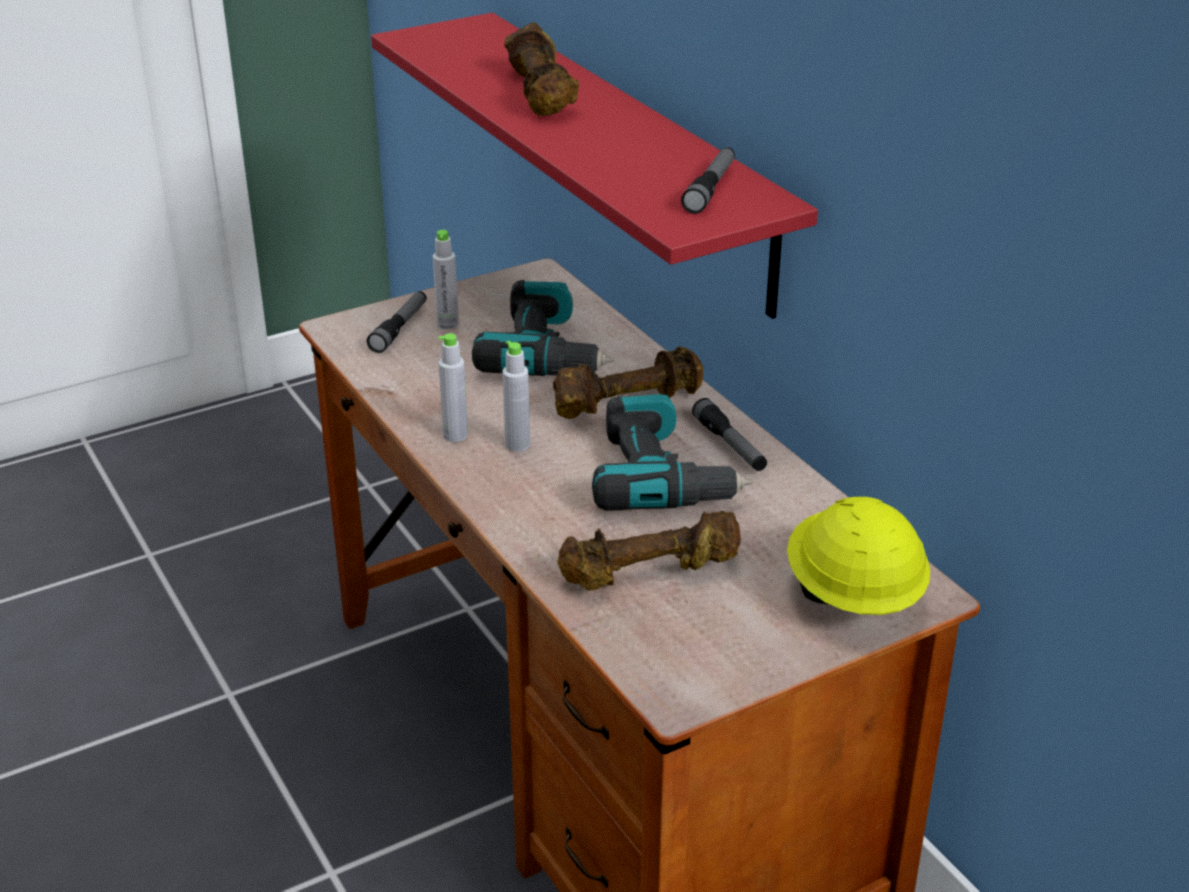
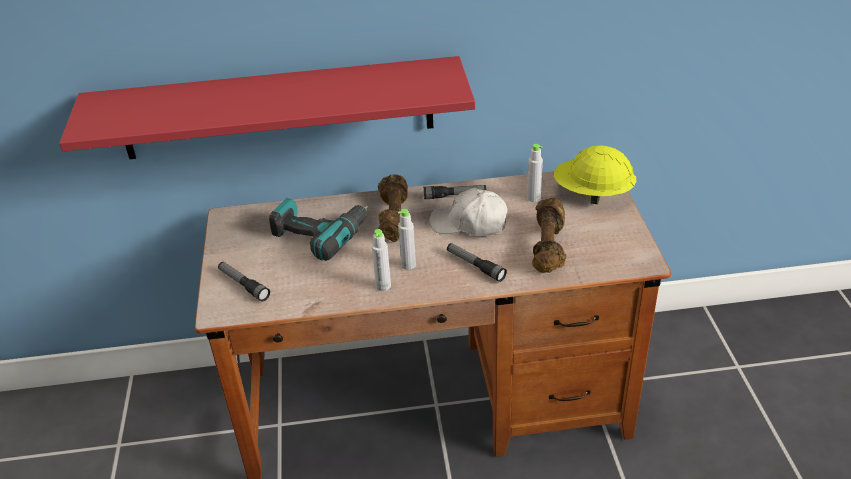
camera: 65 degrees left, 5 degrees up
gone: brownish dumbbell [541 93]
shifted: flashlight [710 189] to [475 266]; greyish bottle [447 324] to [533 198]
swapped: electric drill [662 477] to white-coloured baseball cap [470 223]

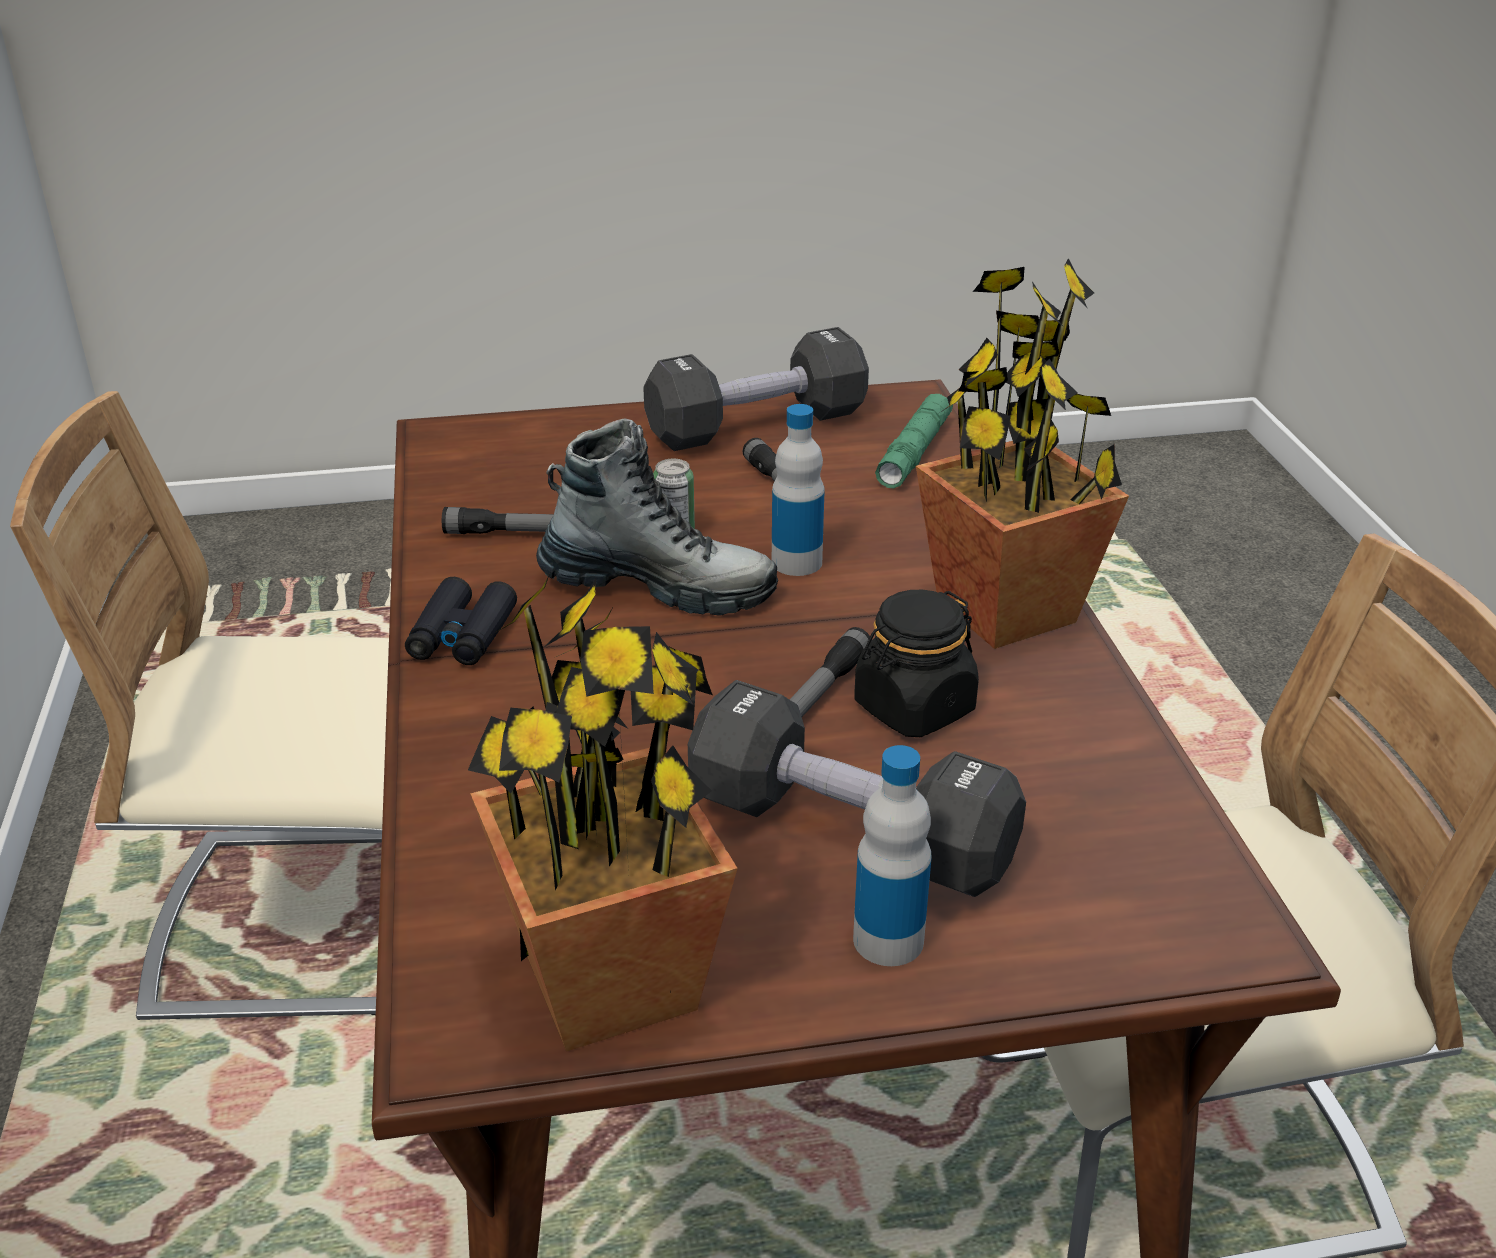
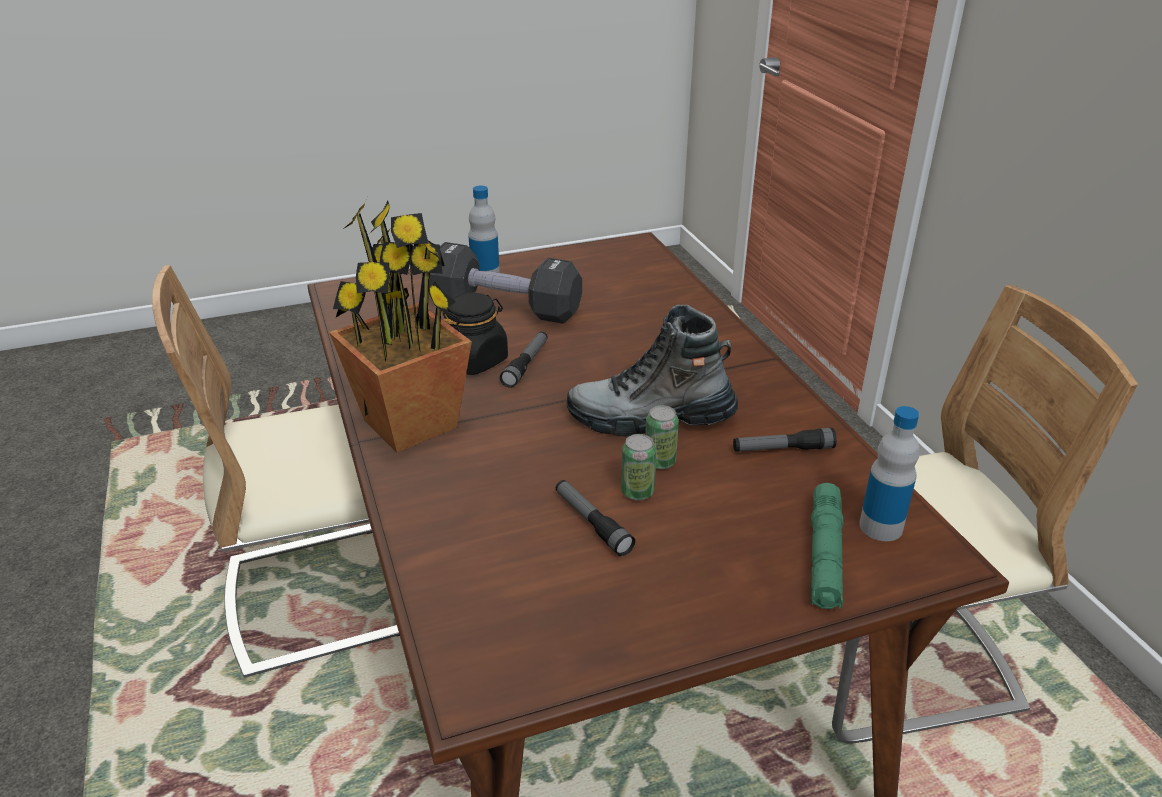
camera: 170 degrees right, 0 degrees up
gone: blackish field glasses [462 635]; plant in a pot [609 981]; blackish dumbbell [757 425]
new: can [637 492]
shifted: green flashlight [914 452] to [824 555]; bottle [796 562] to [881 527]

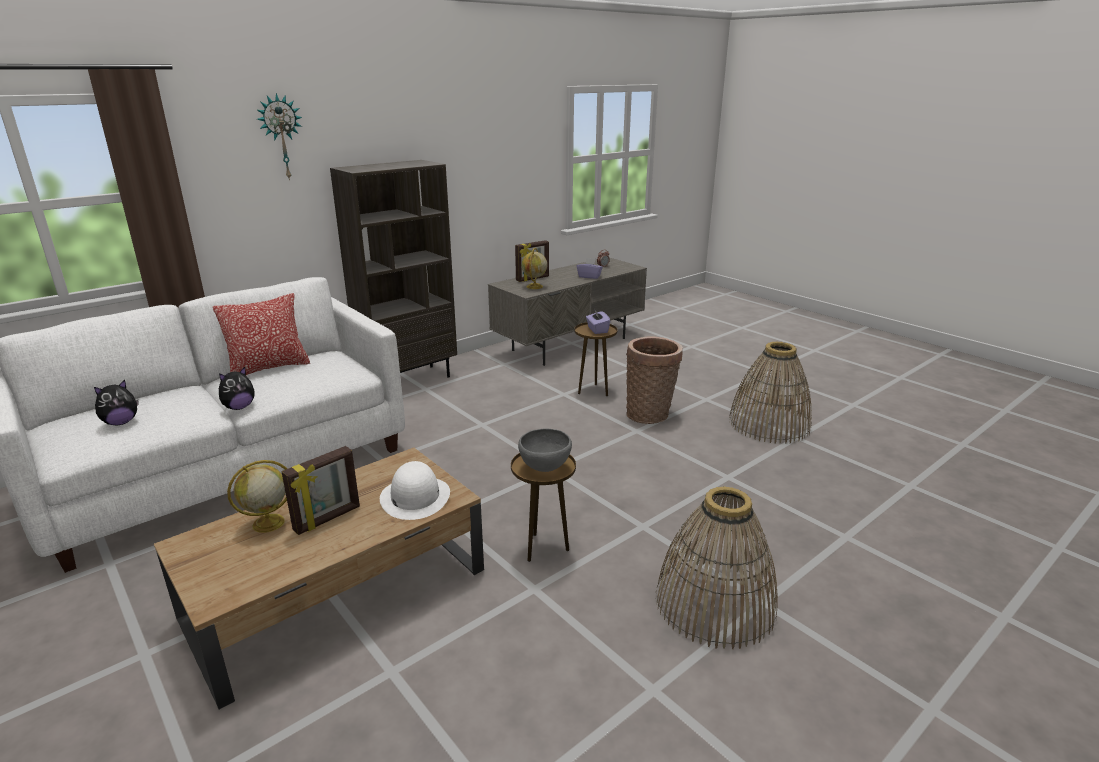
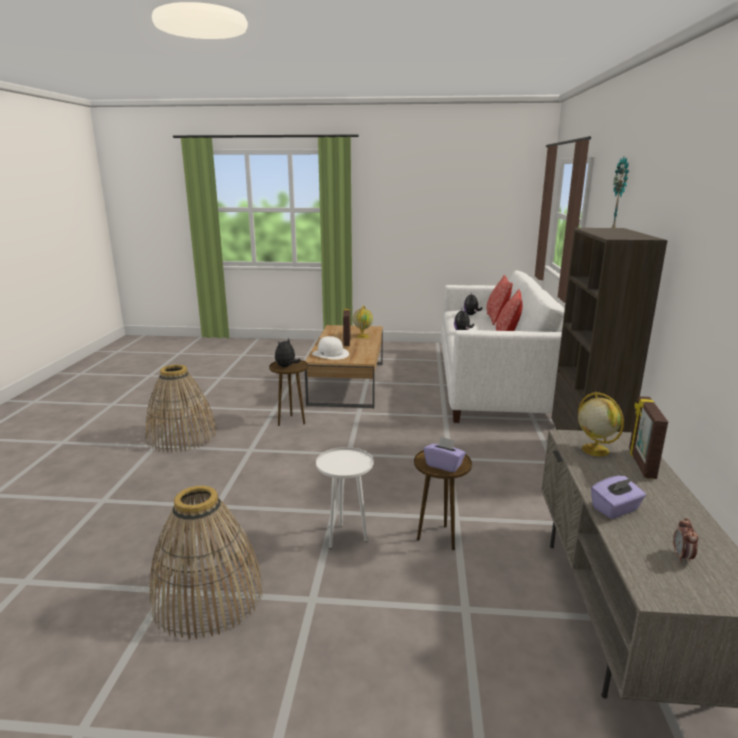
camera: 135 degrees right, 5 degrees down
new: throw pillow [496 319]
swapped: greyish serving bowl [545 468] to plush toy [286 367]; basket [650 414] to white-coloured side table [345 538]

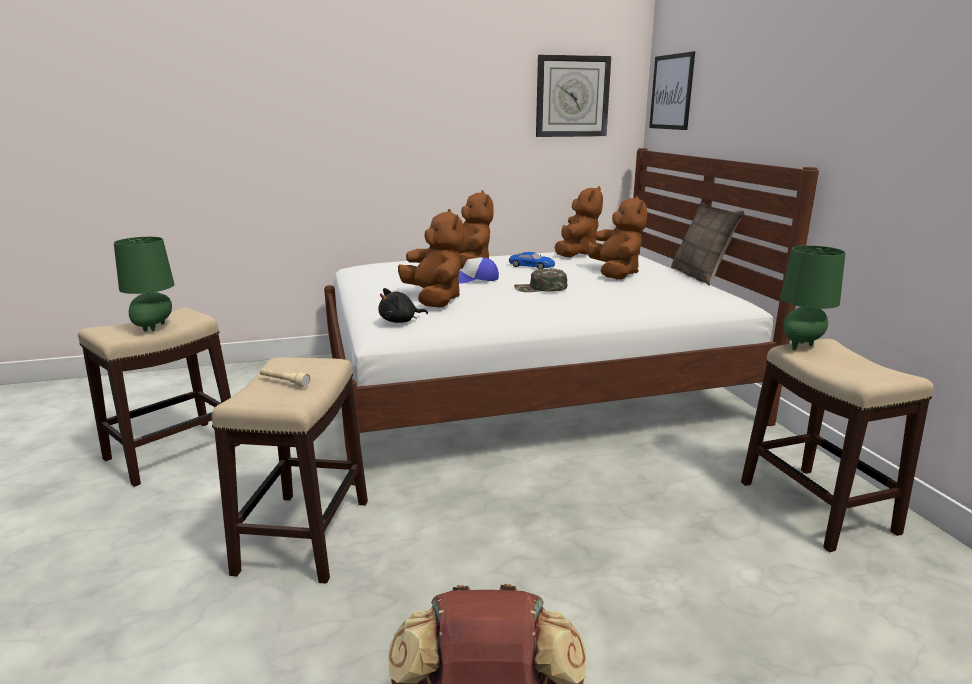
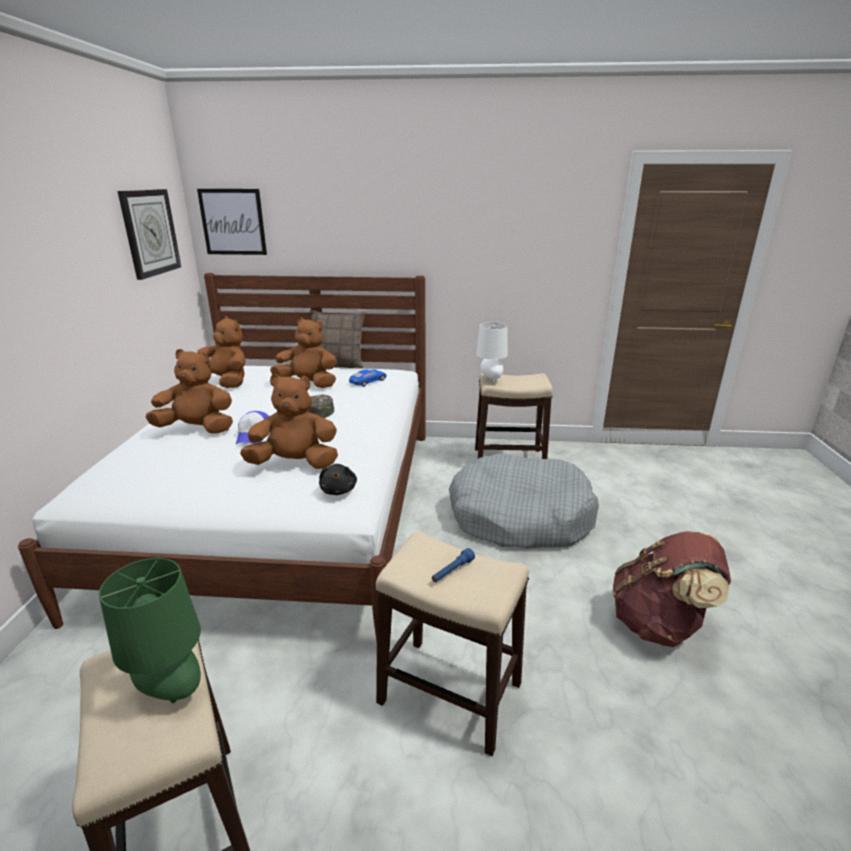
camera: 70 degrees left, 5 degrees up
new: greyish dog cushion [519 516]
shifted: blue-coloured toy car [531 266] to [368 381]
repainted: beige flashlight [284 382] to blue-coloured flashlight [452 571]; green tabletop lamp [801 345] to white-coloured tabletop lamp [490 380]

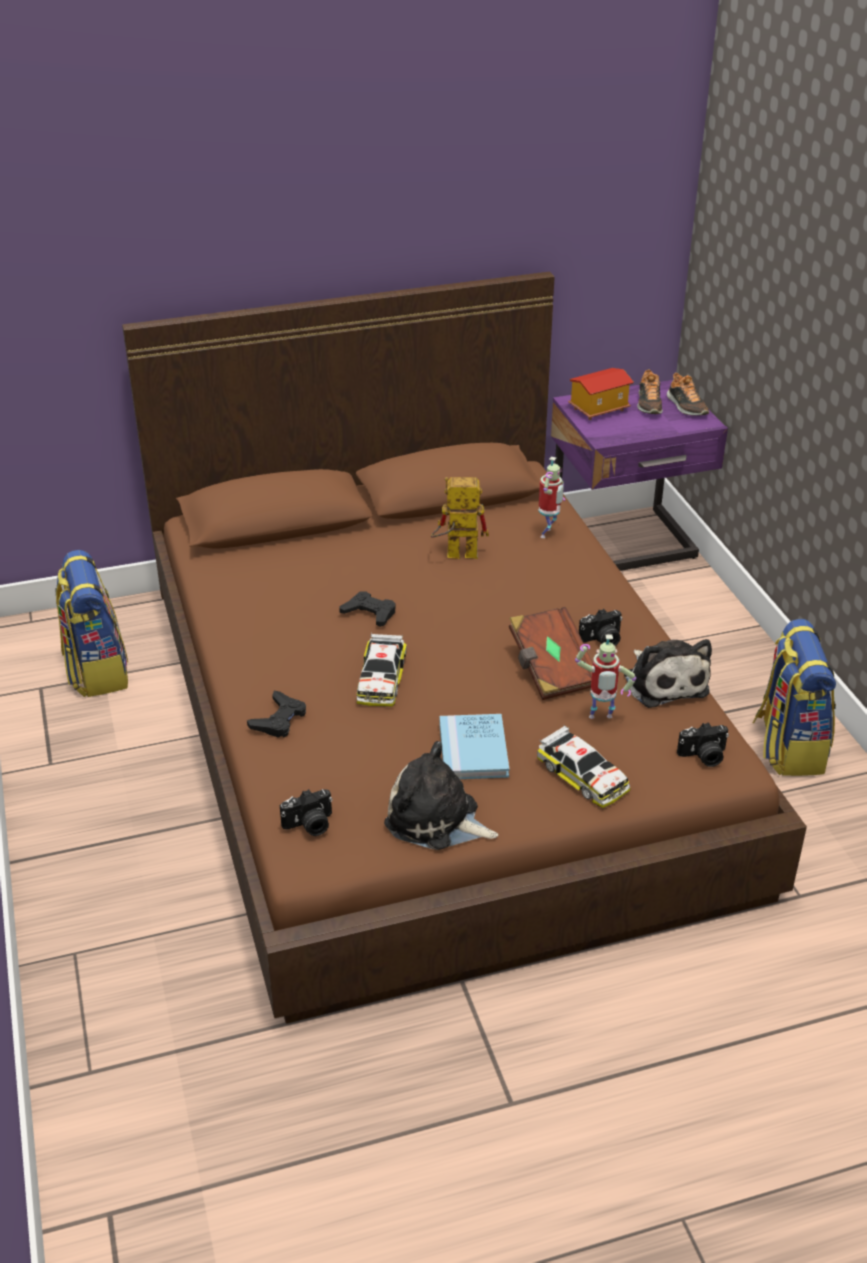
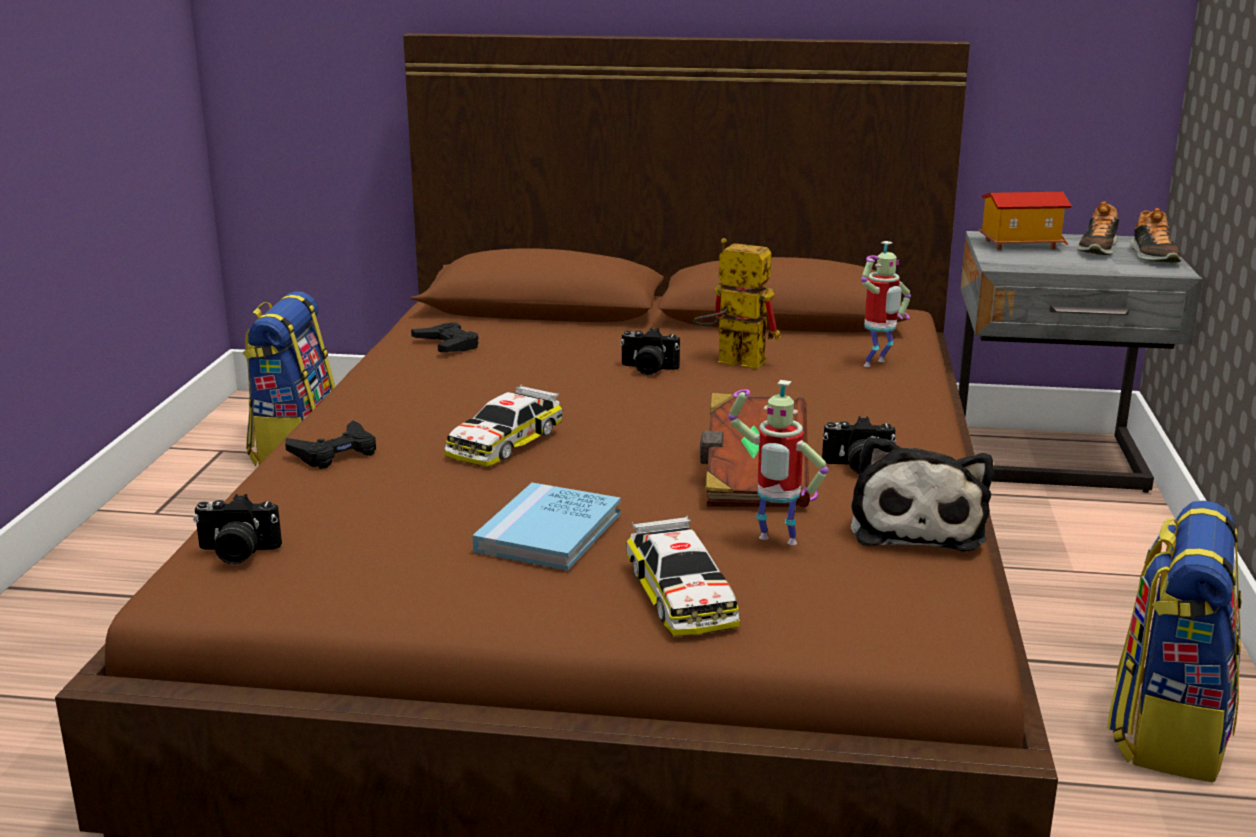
camera: 25 degrees right, 15 degrees down
gone: plush toy [436 820]
shifted: blackish game controller [369 613] to [447 345]; photo camera [703 756] to [648 369]
repainted: purplish night table [626 546] to greyish night table [1050 463]

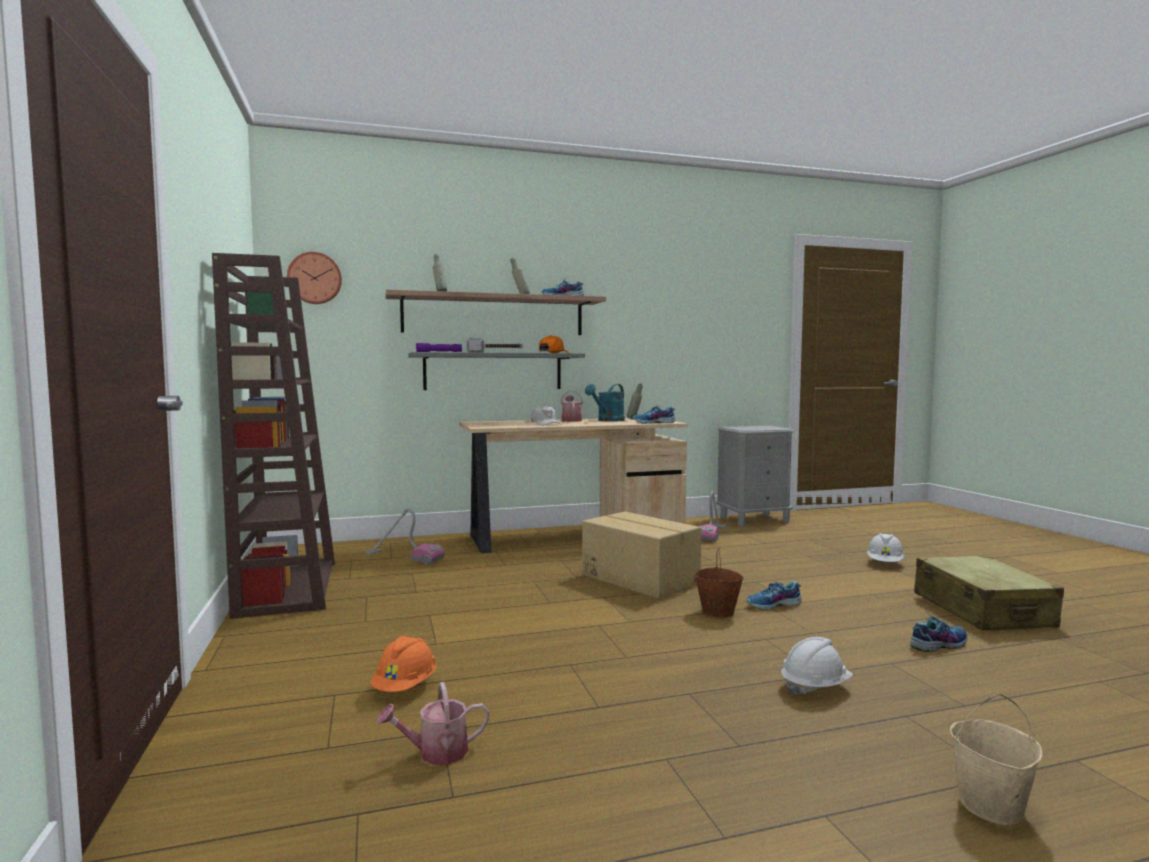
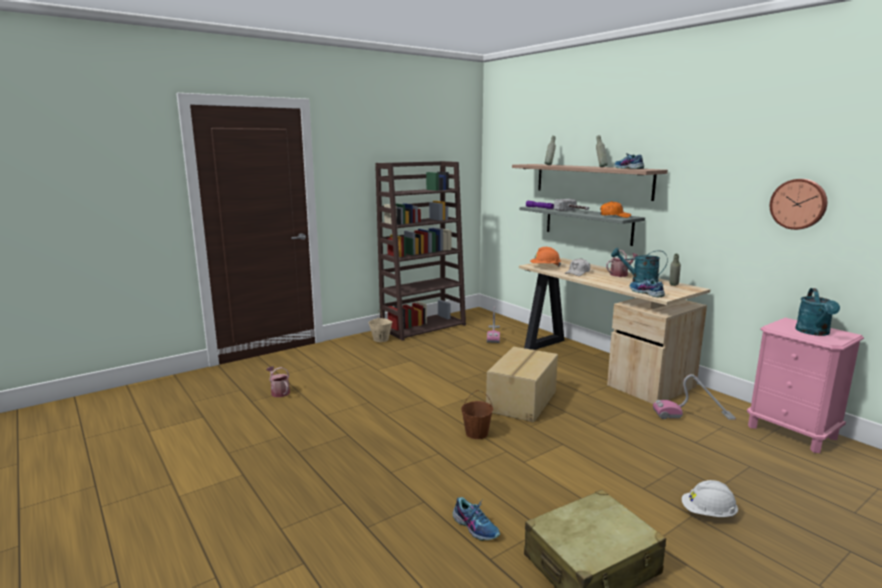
camera: 70 degrees right, 10 degrees up
gone: item of footwear [774 605]; white-coloured hard hat [815 687]
new: blue-green watering pot [814 332]
shifted: beige water bucket [991 807] to [380 339]; orangey hard hat [405 687] to [545 267]; wall clock [314 278] to [798 204]
repainted: greyish night table [754 519] to pink-coloured night table [792 432]

